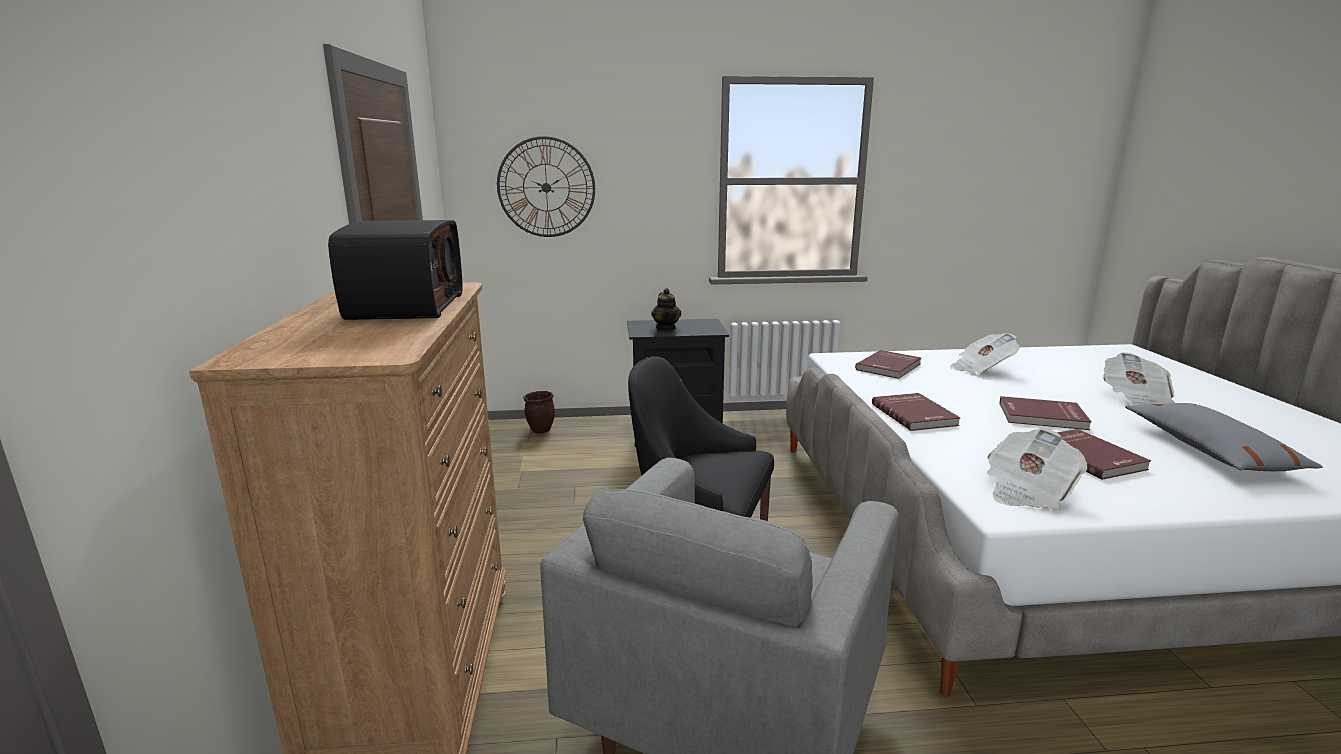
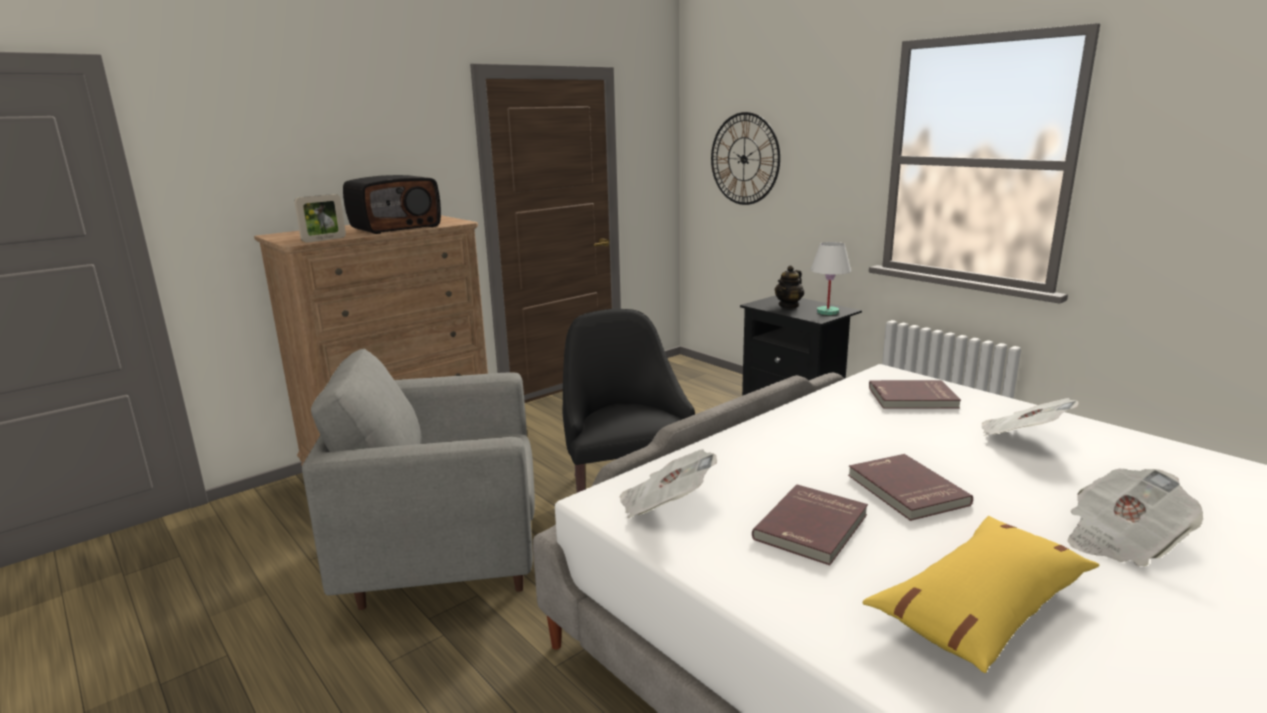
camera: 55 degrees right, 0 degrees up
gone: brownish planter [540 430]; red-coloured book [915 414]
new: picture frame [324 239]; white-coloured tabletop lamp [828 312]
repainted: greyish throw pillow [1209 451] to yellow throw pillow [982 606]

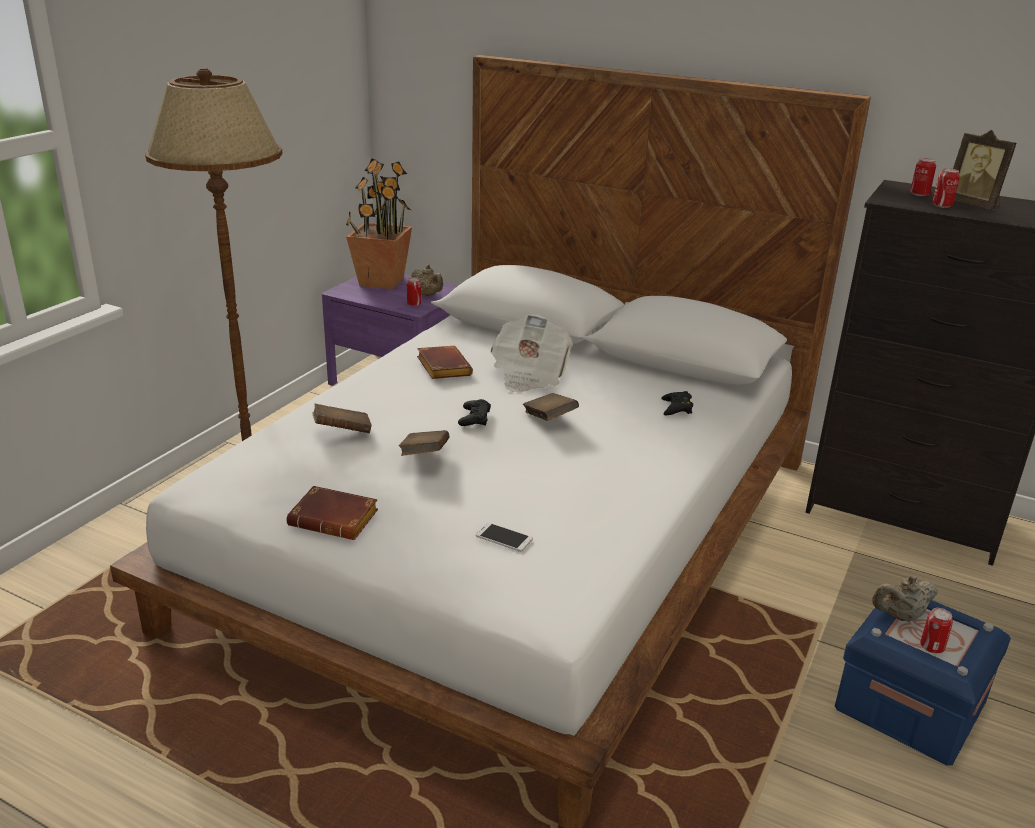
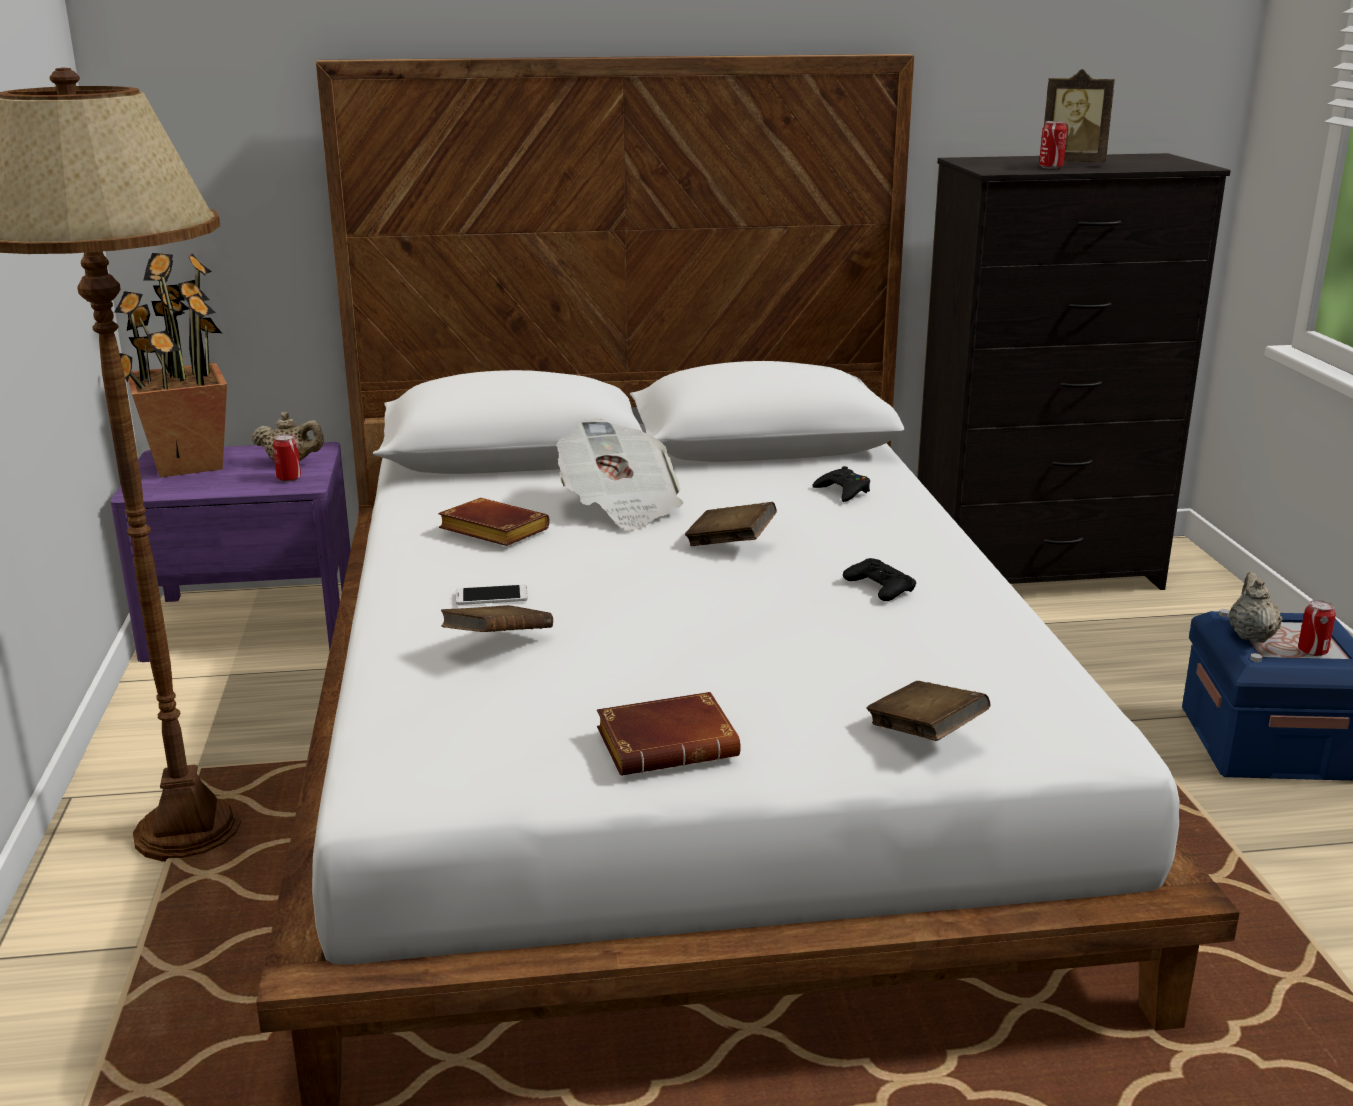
camera: 35 degrees left, 5 degrees down
gone: can [919 194]
shifted: telephone [504 538] to [491 596]; blackish game controller [474 418] to [879 587]; brownish book [424 456] to [925 734]
rotated: beige teapot [900 616] = [1250 636] 150 degrees clockwise

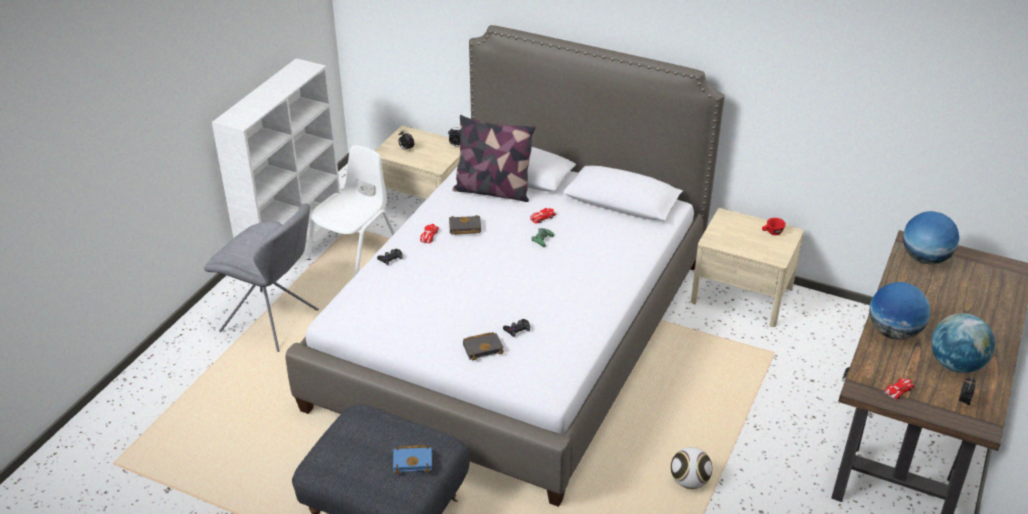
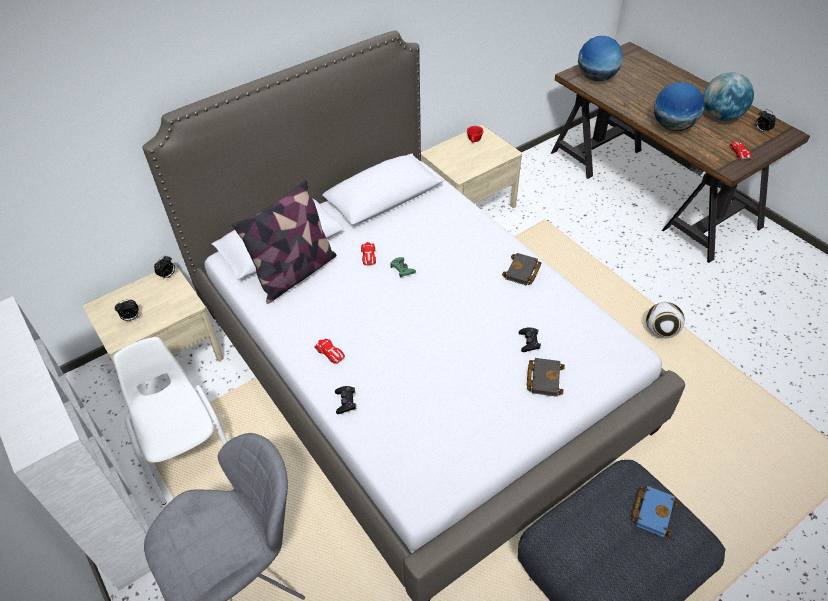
camera: 60 degrees left, 10 degrees up
shifted: blackish book [464 228] to [522 272]

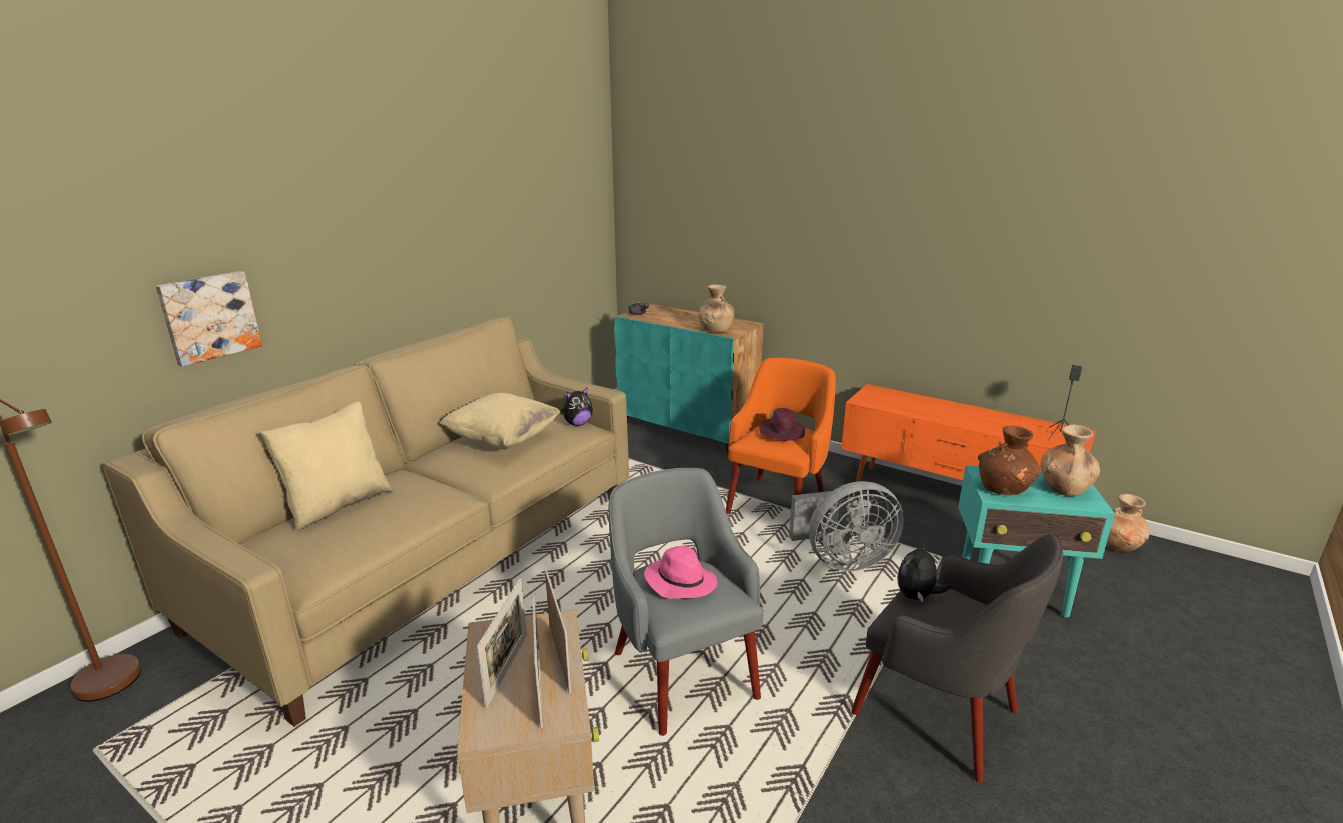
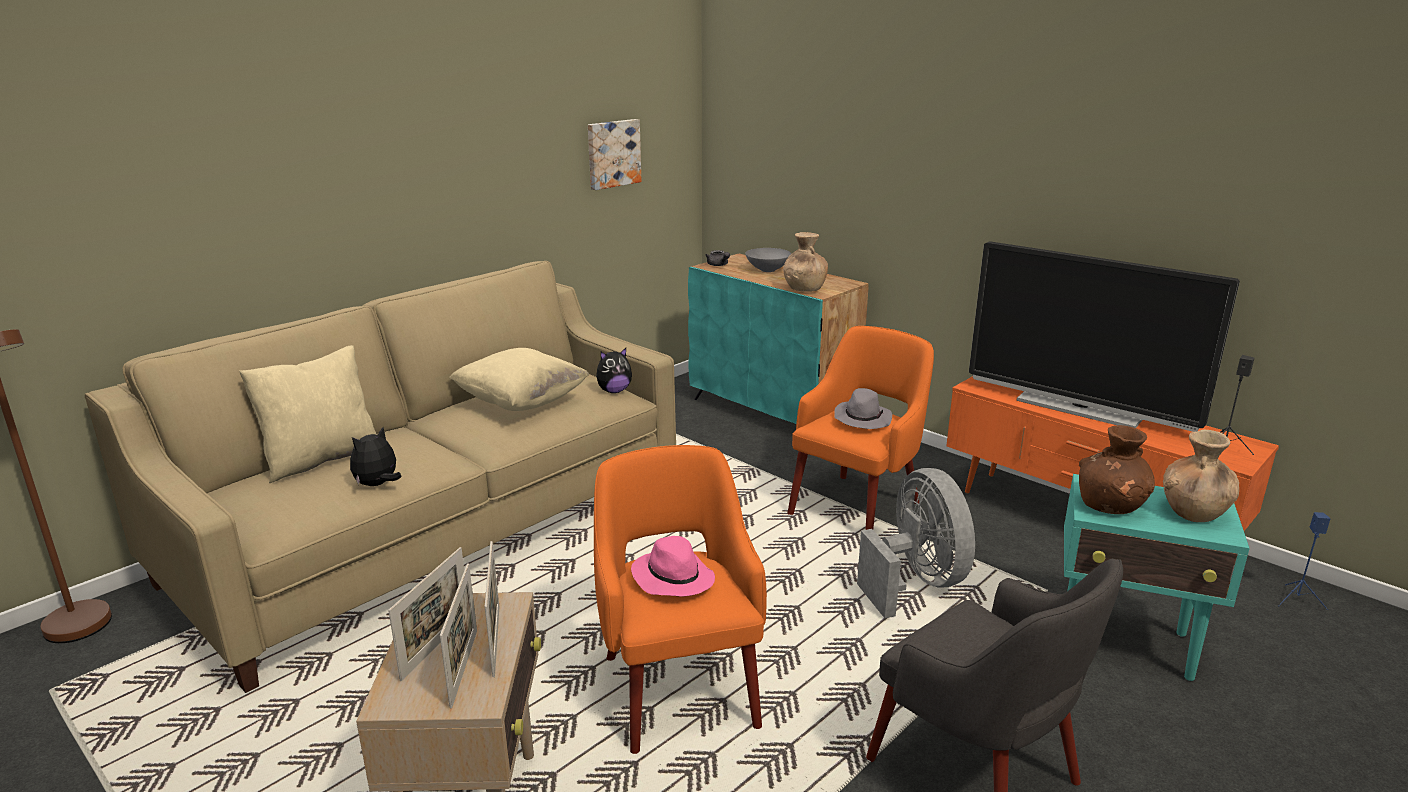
camera: 10 degrees right, 0 degrees up
new: greyish serving bowl [767 270]; TV set [1079 408]
shifted: plush toy [917 596] to [378 485]; picture [209 316] to [612 153]
swapped: brownish vase [1117 545] to blue-coloured loudspeaker [1297 600]
repainted: greyish armchair [682 673] to orangey armchair [678 689]; purplish clothing hat [781 432] to greyish clothing hat [862 419]
rotated: greyish fan [842 560] = [916 582] 105 degrees counterclockwise

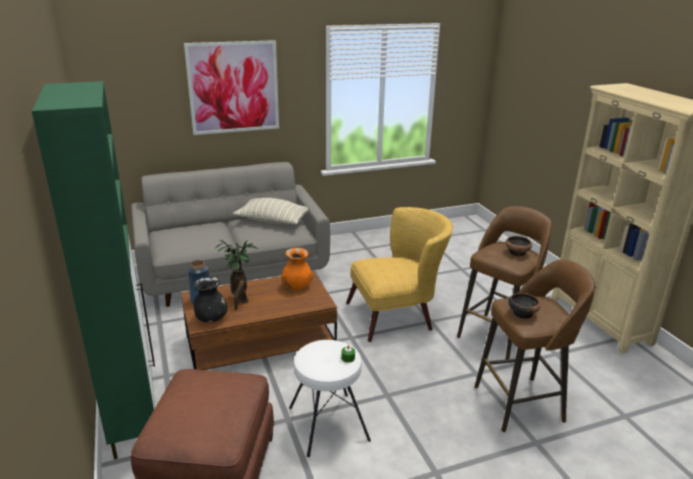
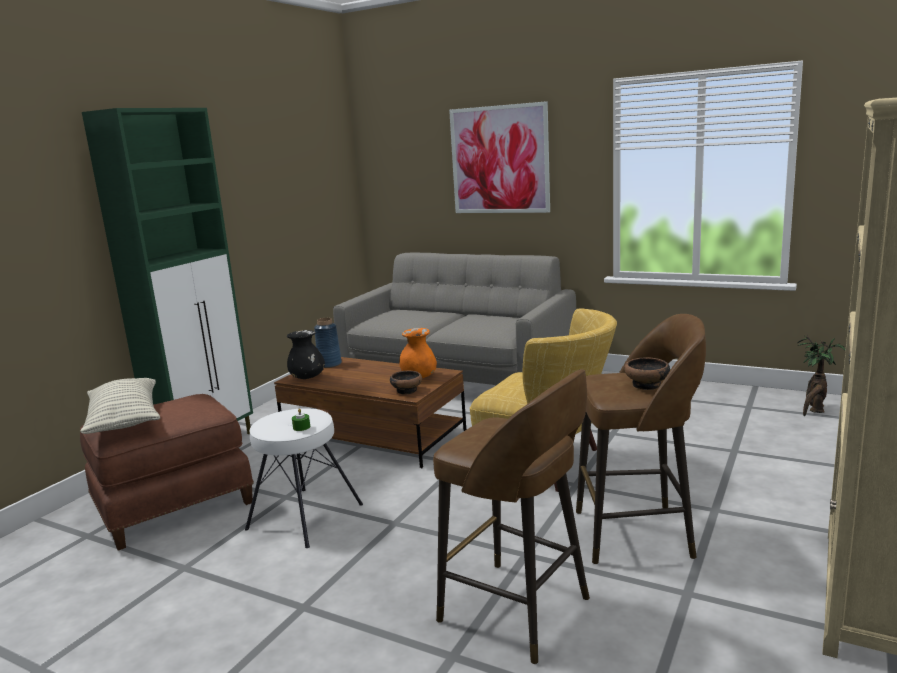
camera: 50 degrees right, 10 degrees down
shifted: throw pillow [272 220] to [125 421]; serving bowl [522 313] to [407 390]; plant in a pot [240 300] to [814 410]

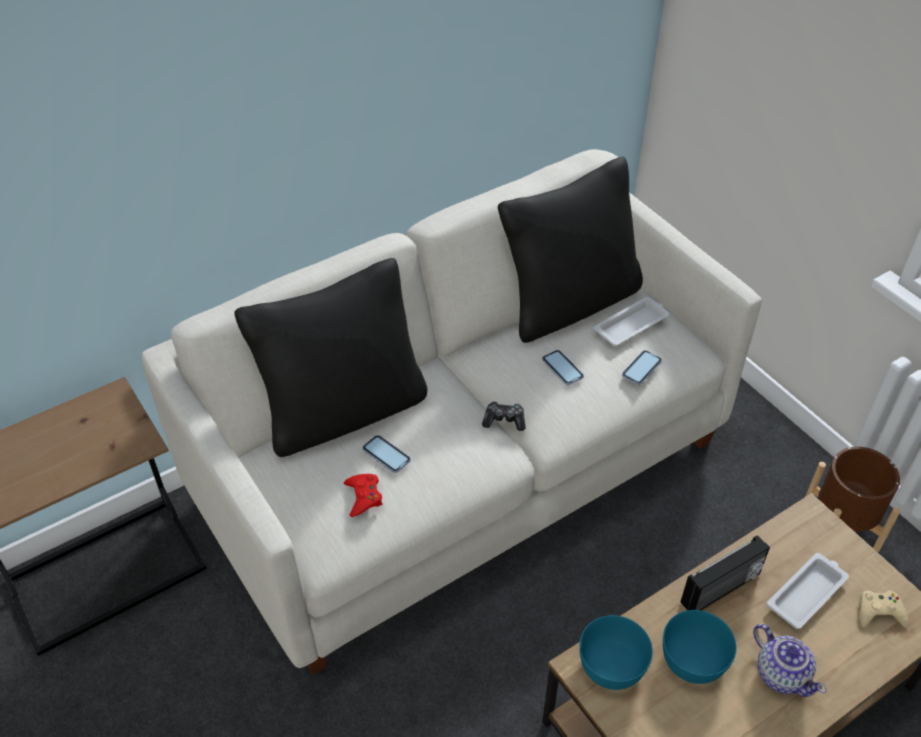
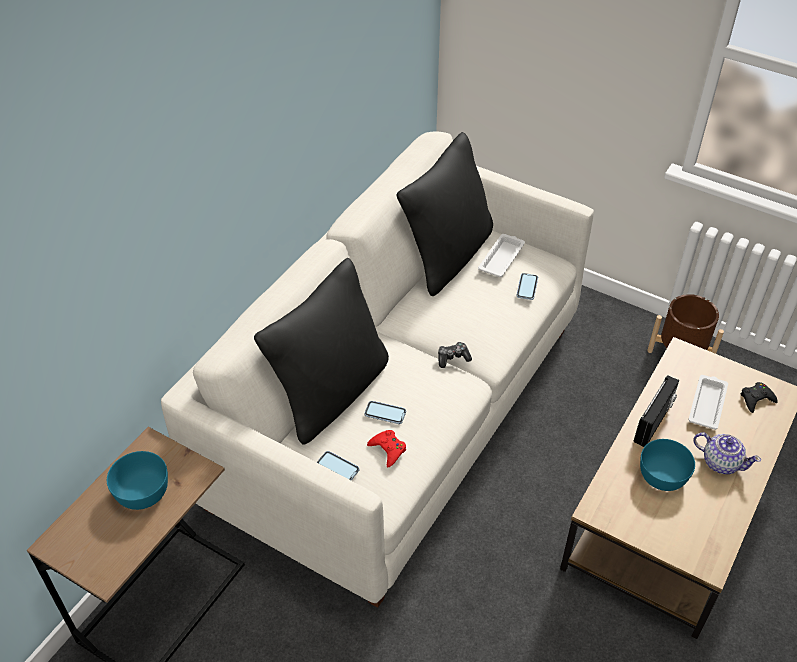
camera: 25 degrees left, 0 degrees up
shifted: blue-green serving bowl [612 665] to [143 492]; telephone [562 368] to [337 467]
repainted: beige game controller [879 612] to blackish game controller [756 399]

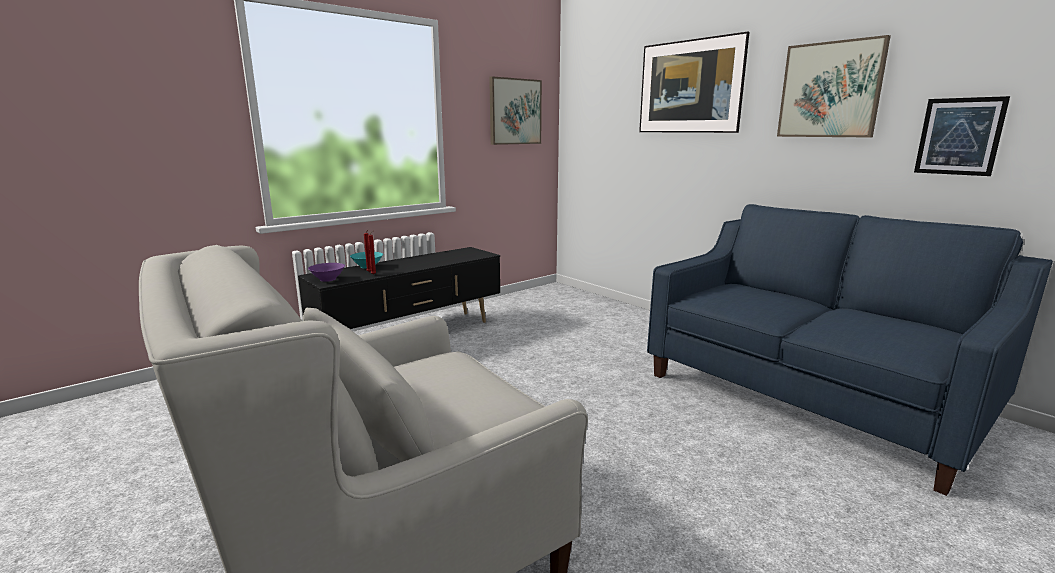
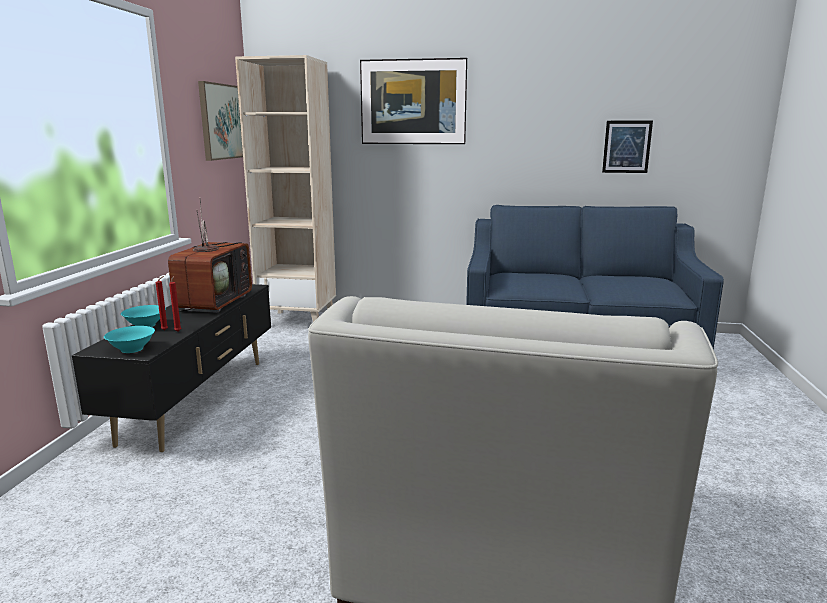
camera: 40 degrees left, 0 degrees up
gone: picture [830 90]
new: TV set [214 302]; beige bookcase [299 321]
repainted: purplish serving bowl [328 279] to blue-green serving bowl [132 349]

